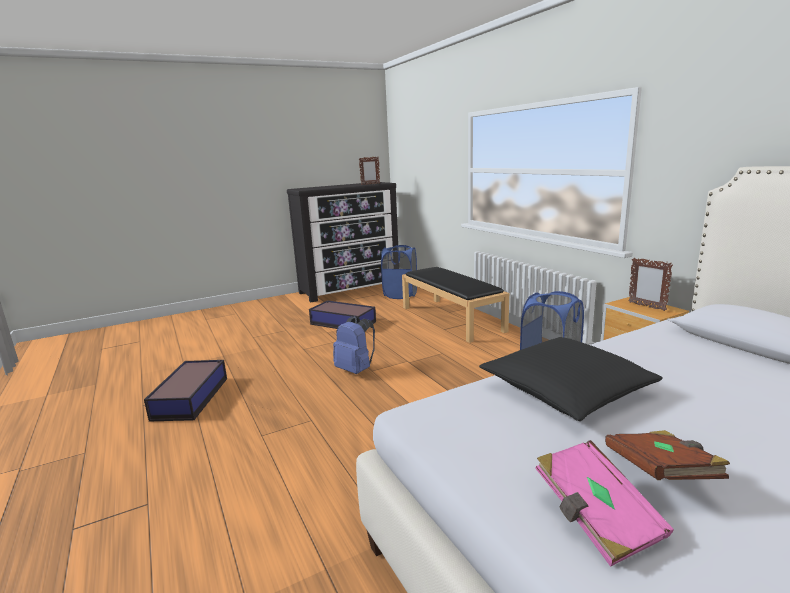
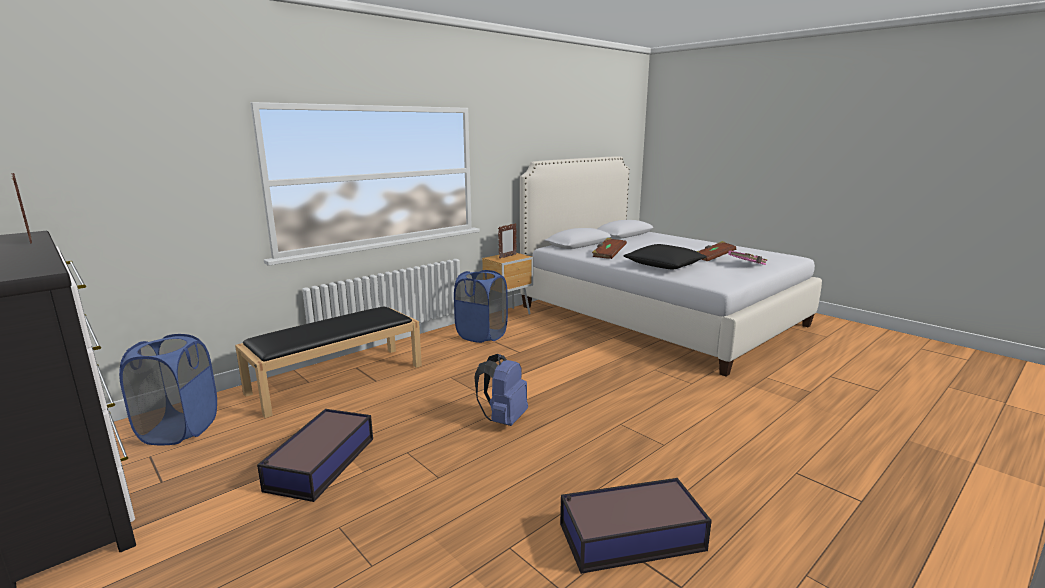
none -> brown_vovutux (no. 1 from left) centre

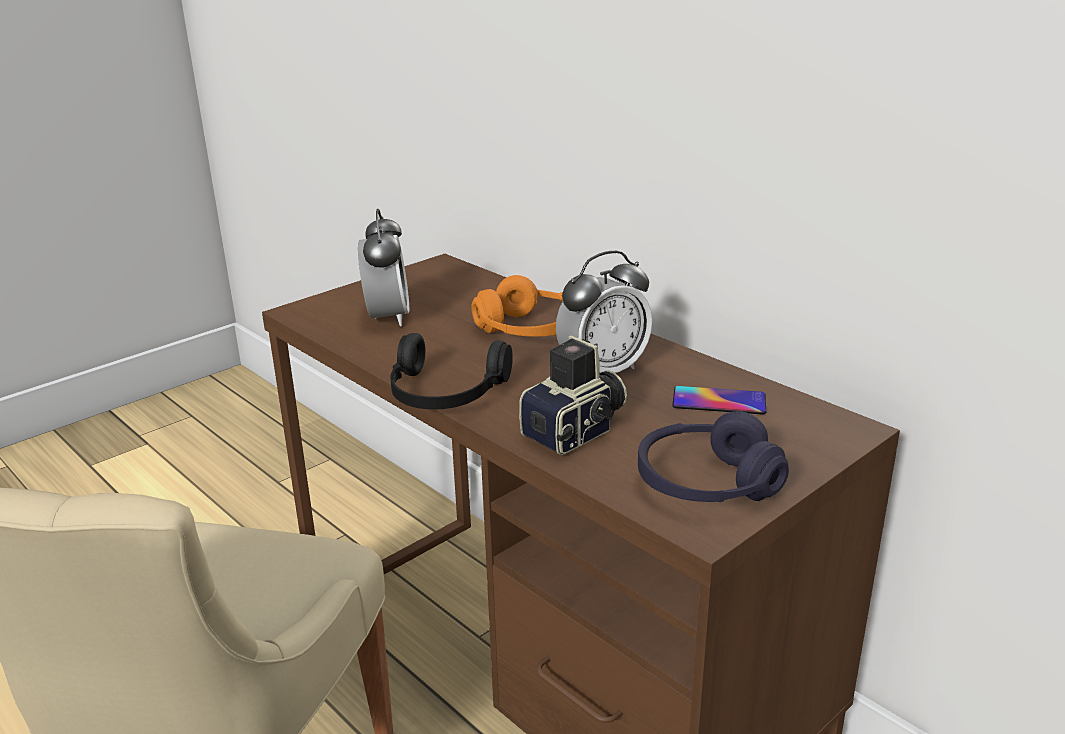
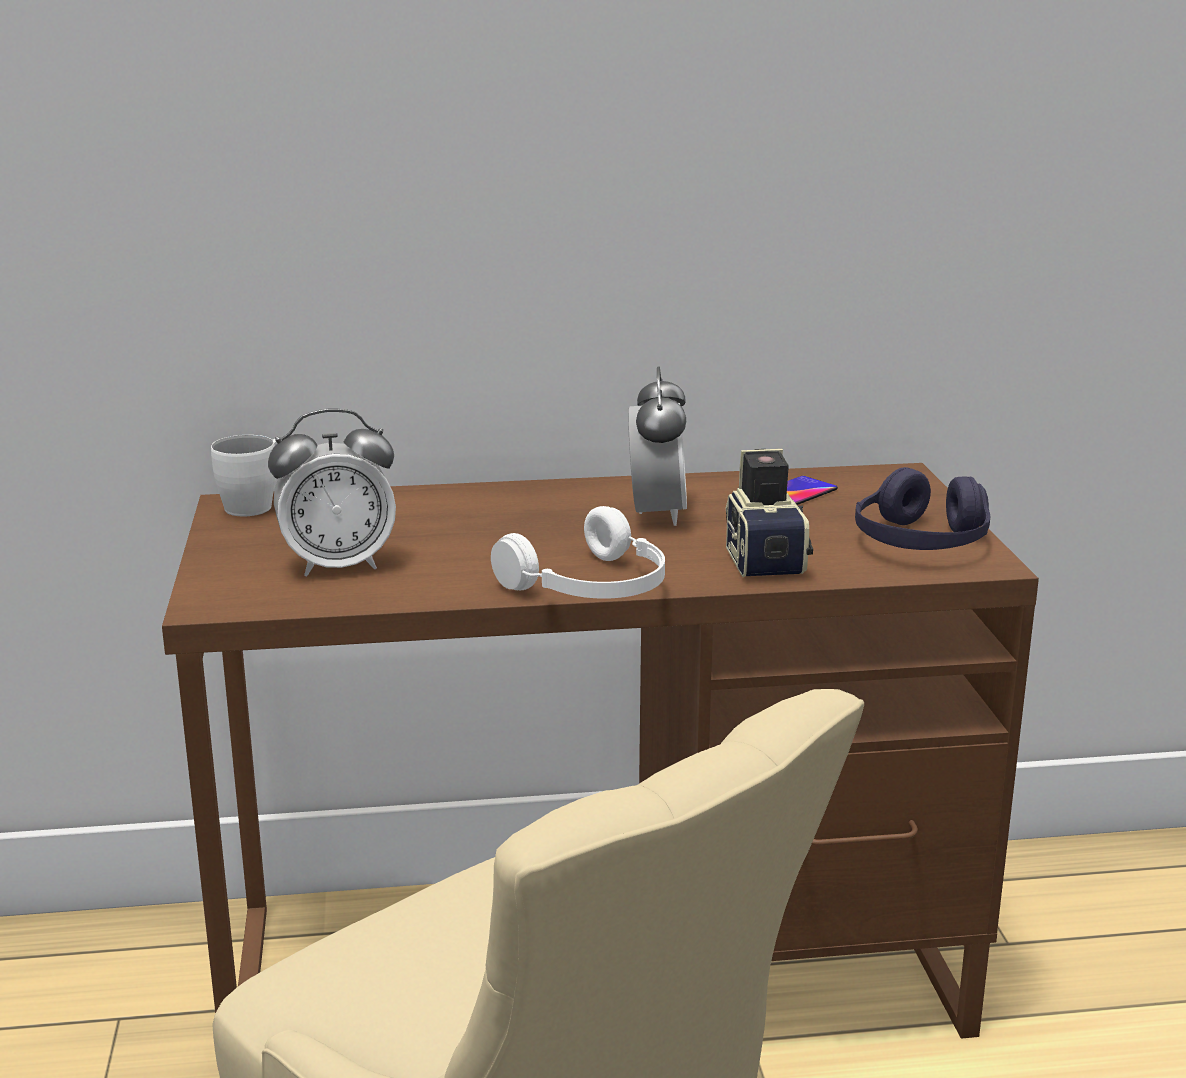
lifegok (no. 1 from left) centre -> lifegok (no. 1 from left) middle left, 135 degrees clockwise
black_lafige centre -> white_lafige centre
orange_lafige centre -> none
none -> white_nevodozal middle left

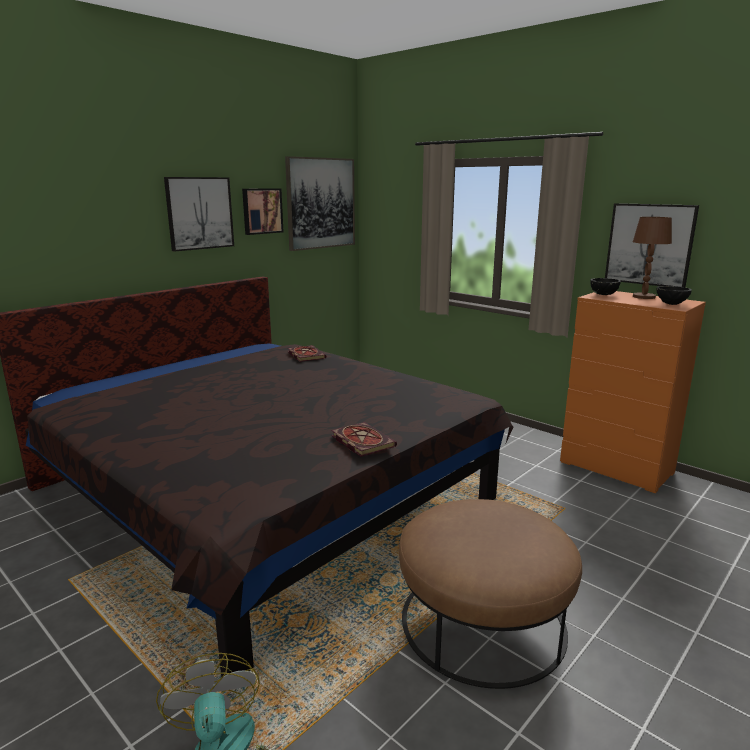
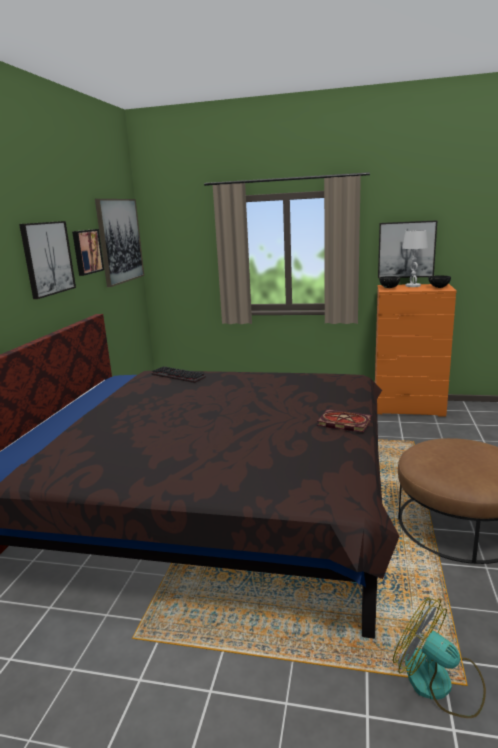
vovutux (no. 1 from left) centre -> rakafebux centre
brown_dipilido middle right -> white_dipilido middle right

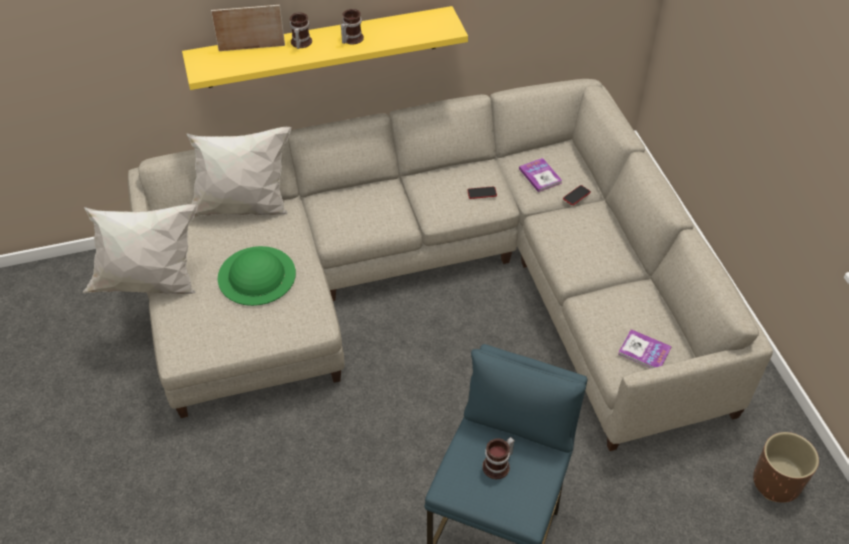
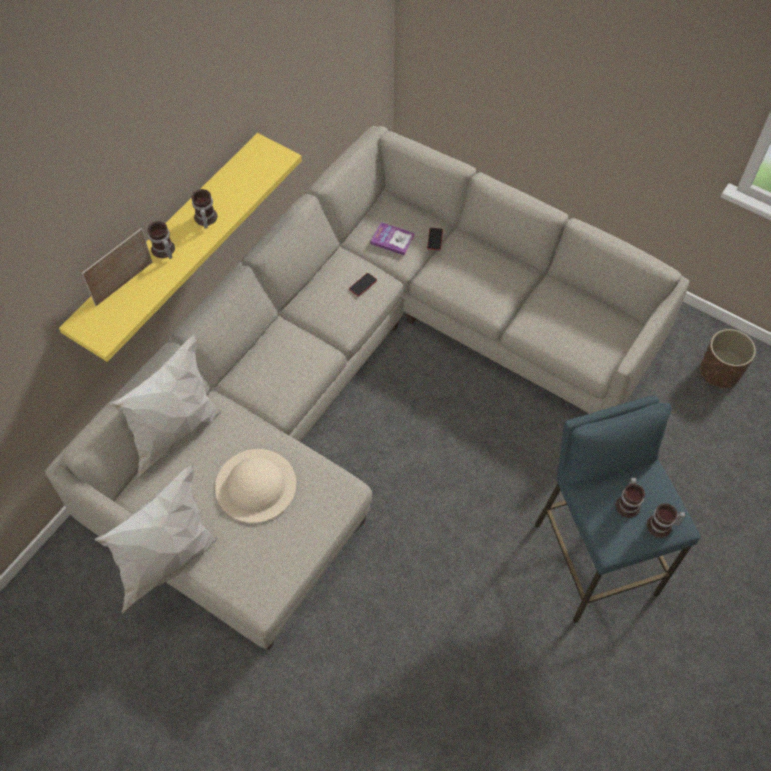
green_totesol middle left -> beige_totesol middle left
vovutux (no. 2 from left) middle right -> none
none -> nevodozal (no. 4 from left) bottom right

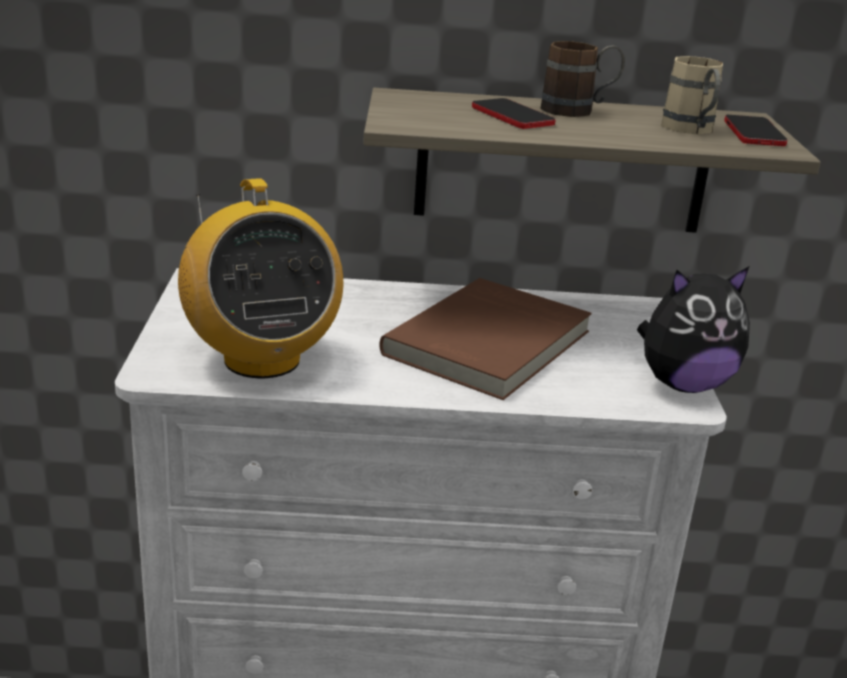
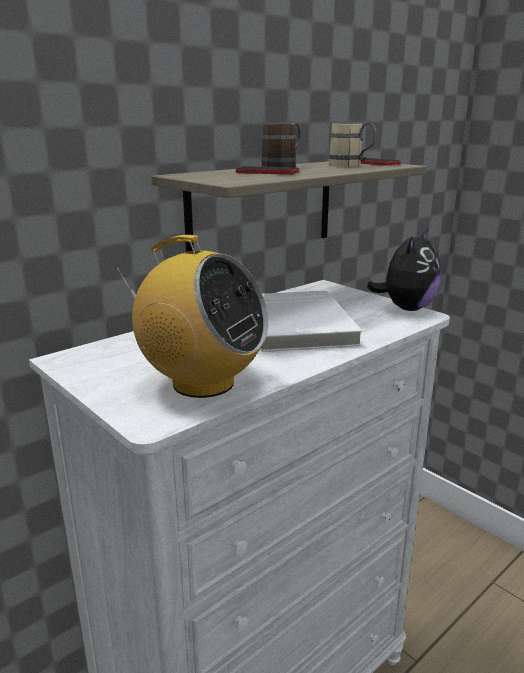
brown_vovutux centre -> white_vovutux centre

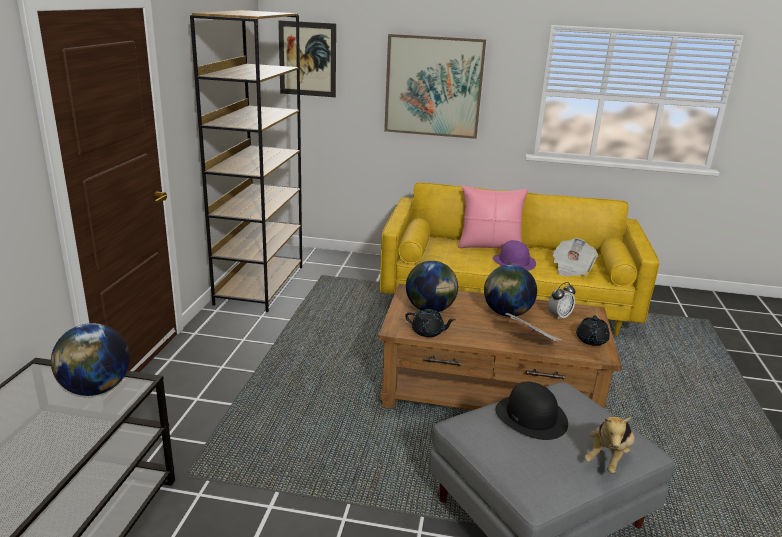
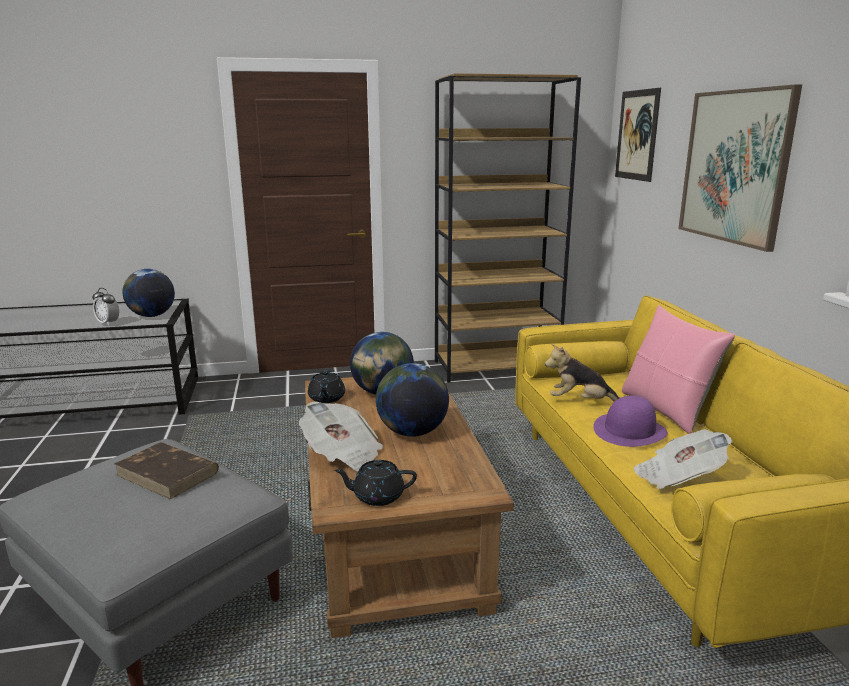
black_totesol bottom right -> brown_vovutux bottom left
lifegok middle right -> lifegok middle left, relocated
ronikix bottom right -> ronikix middle right, relocated

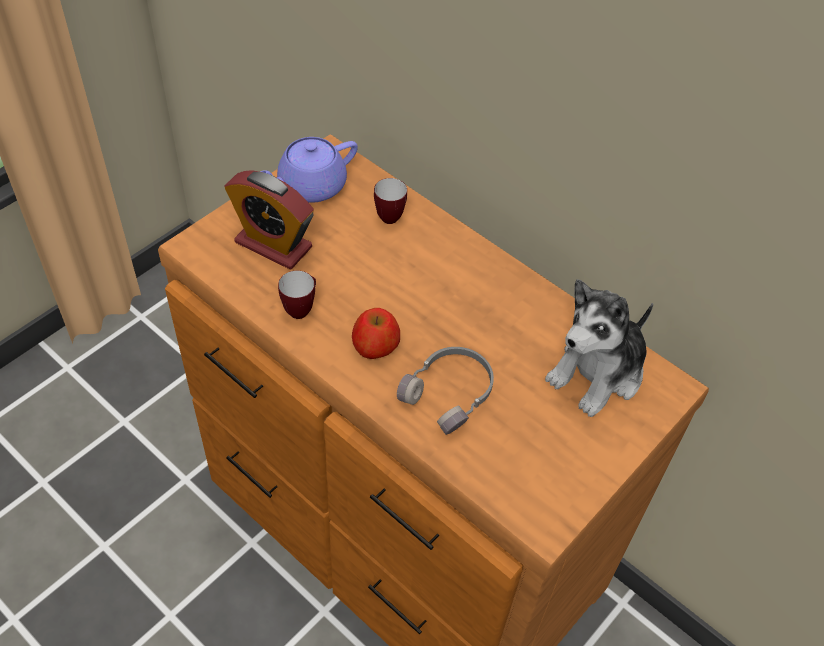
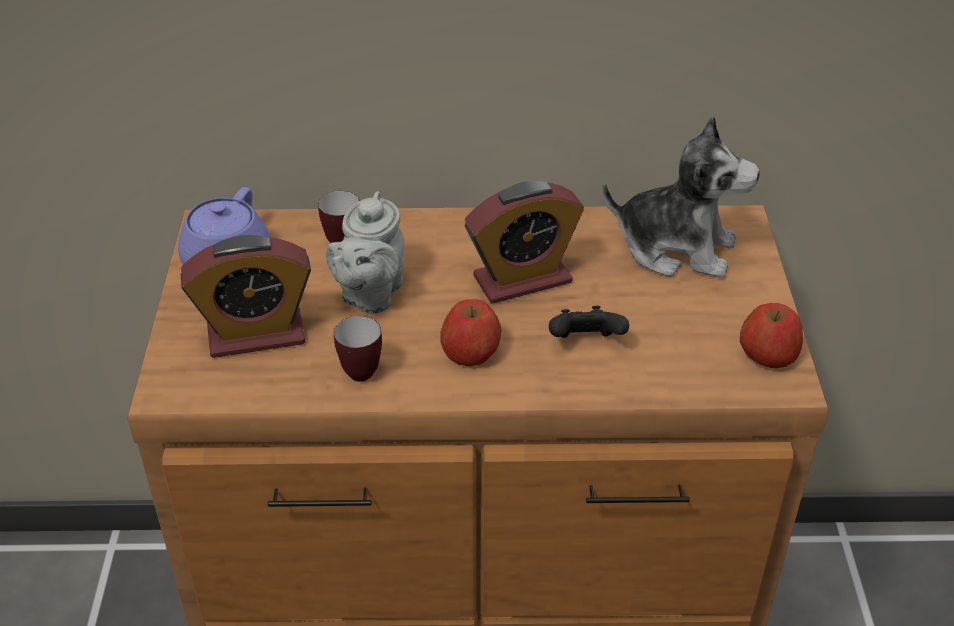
grey_lafige centre -> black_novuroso centre
ronikix middle right -> ronikix top right, 75 degrees counterclockwise
none -> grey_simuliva centre
none -> lifegok (no. 2 from left) centre
none -> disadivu (no. 2 from left) middle right

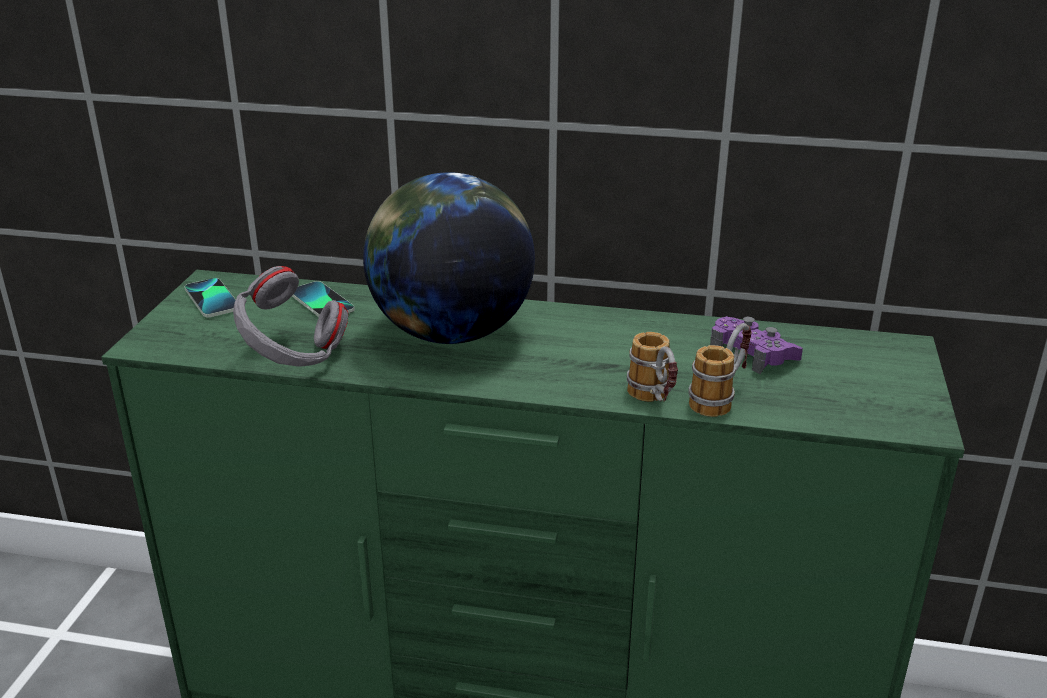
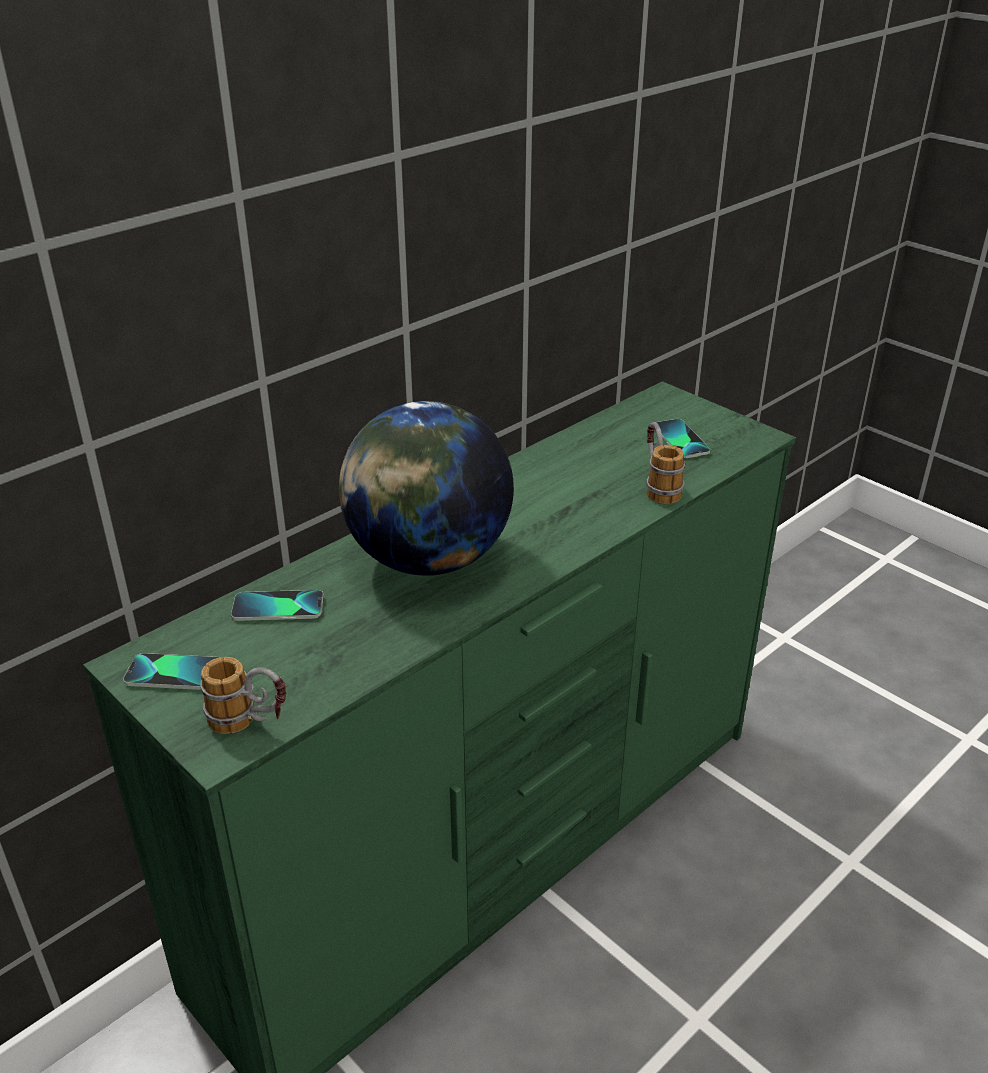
grey_lafige middle left -> none
nevodozal (no. 1 from left) centre -> nevodozal (no. 1 from left) middle left, relocated
purple_novuroso middle right -> none
none -> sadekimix (no. 3 from left) middle right

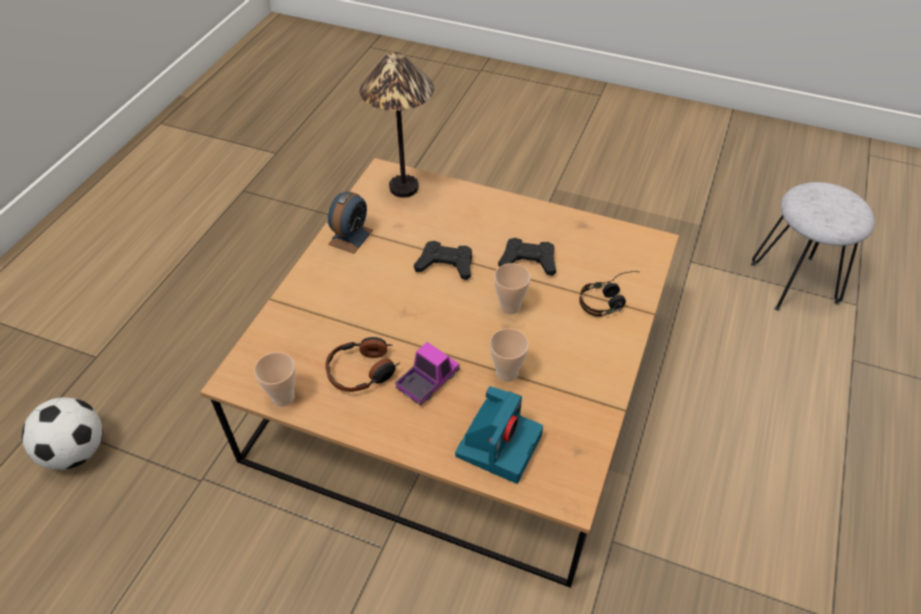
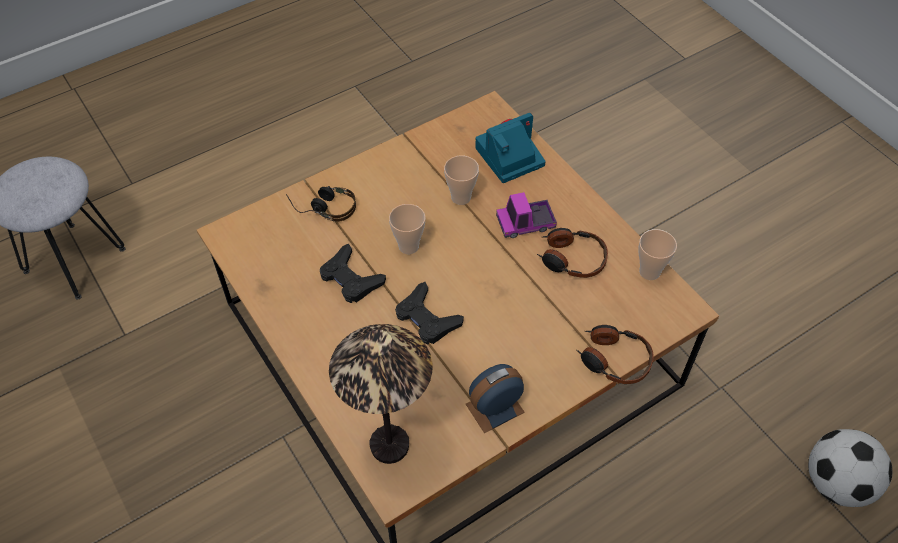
none -> lafige (no. 3 from left) middle right

